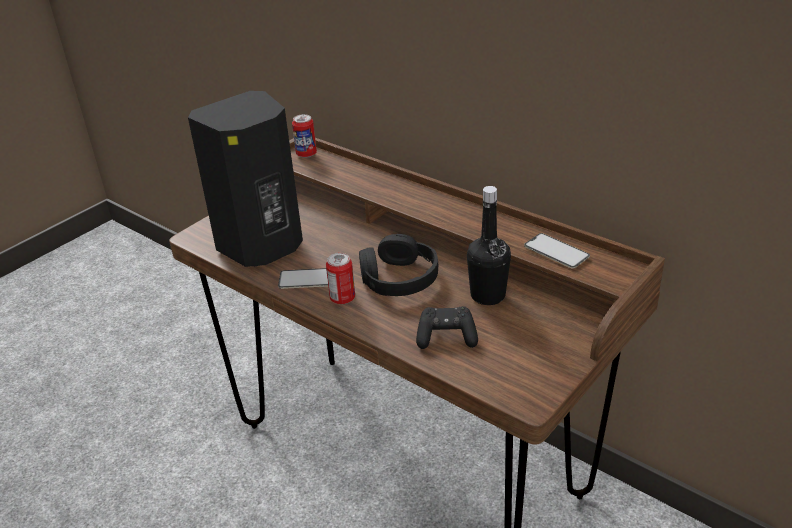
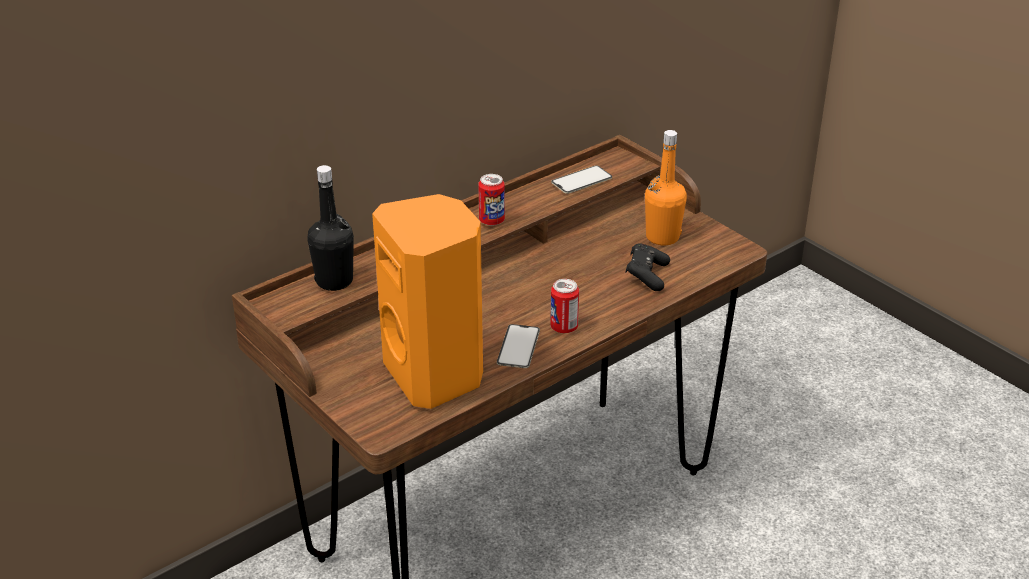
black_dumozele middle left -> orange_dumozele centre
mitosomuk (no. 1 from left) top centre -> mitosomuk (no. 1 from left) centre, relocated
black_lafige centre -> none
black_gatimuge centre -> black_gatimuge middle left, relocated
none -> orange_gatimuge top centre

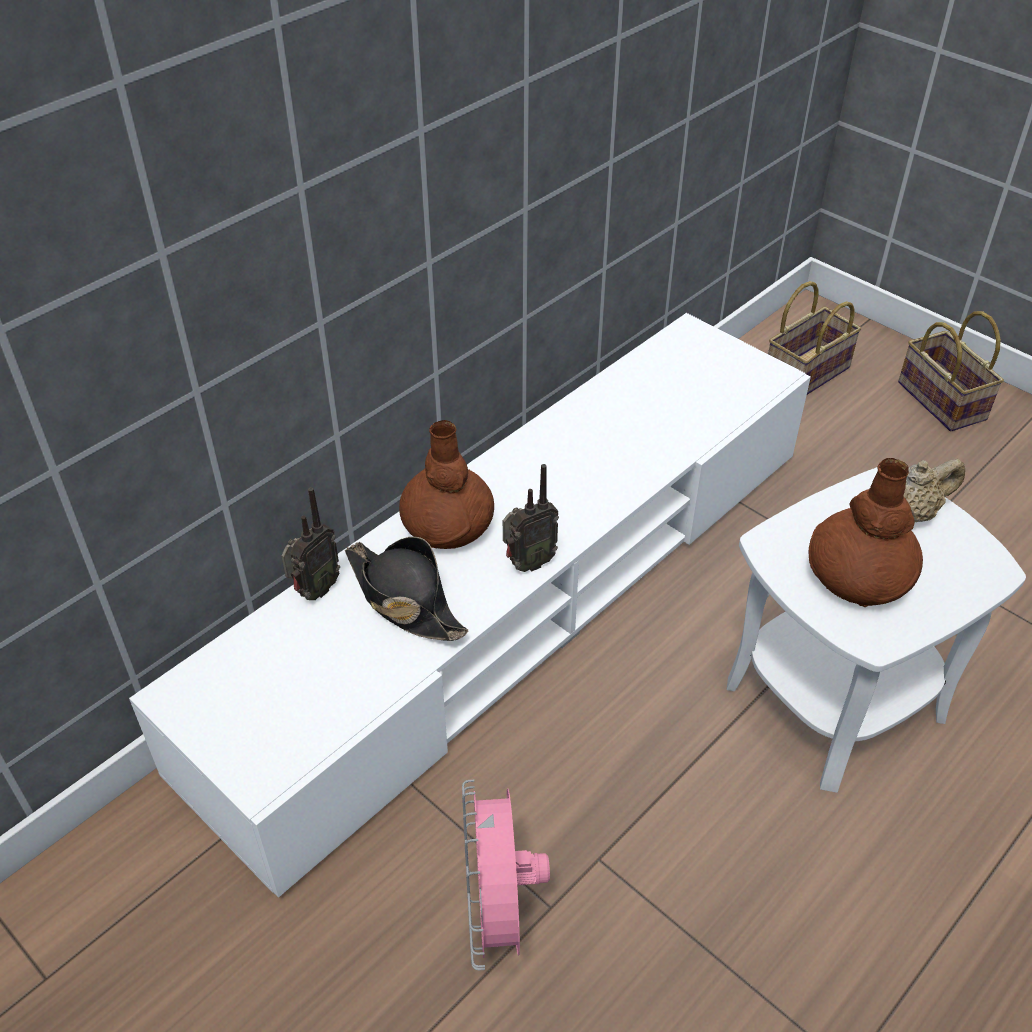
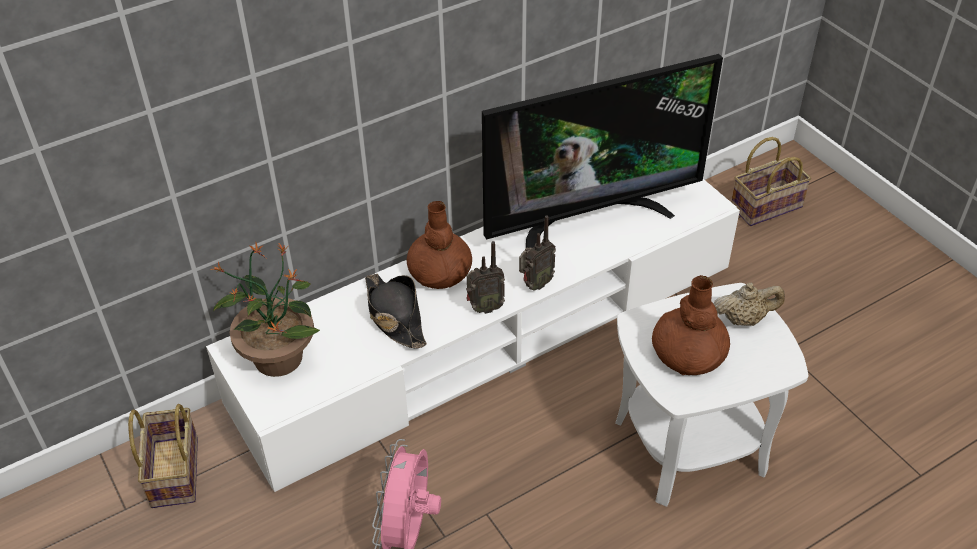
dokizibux (no. 1 from left in the first image) middle left -> dokizibux (no. 2 from left) centre, relocated
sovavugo (no. 2 from left in the first image) middle right -> sovavugo (no. 1 from left) bottom left, relocated
none -> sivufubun middle left
none -> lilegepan top centre

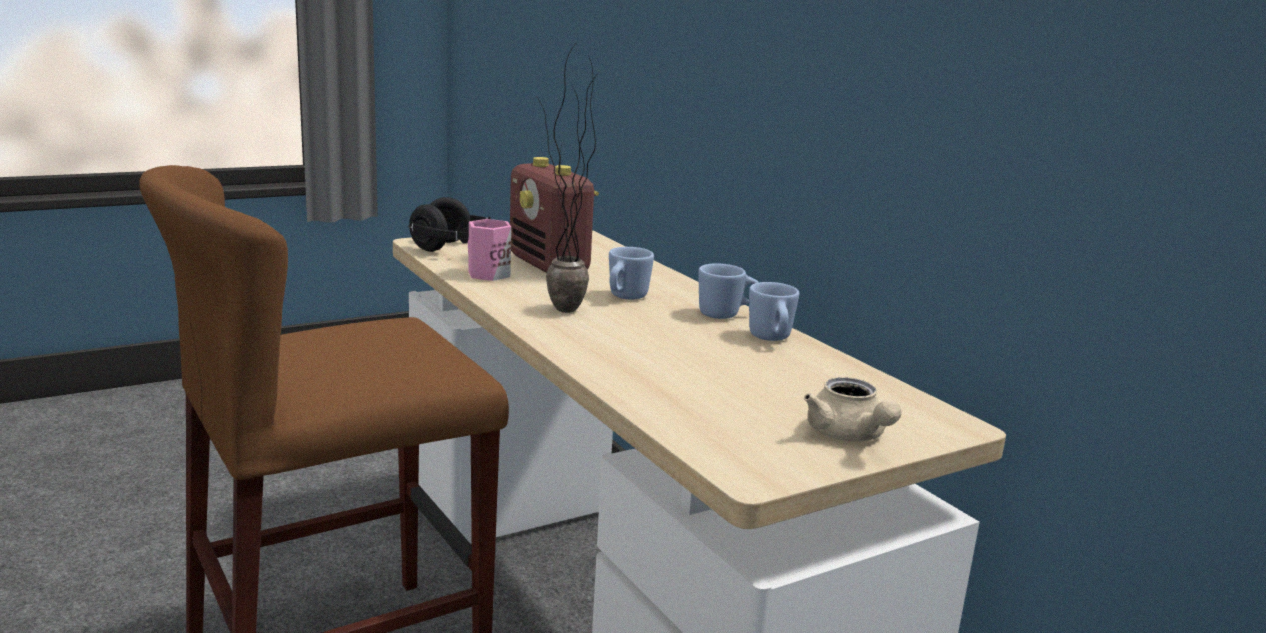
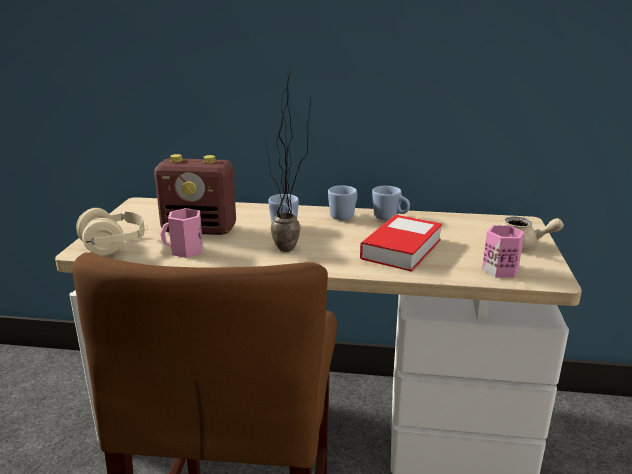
black_lafige centre -> beige_lafige middle left
none -> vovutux centre
none -> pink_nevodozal (no. 2 from left) middle right

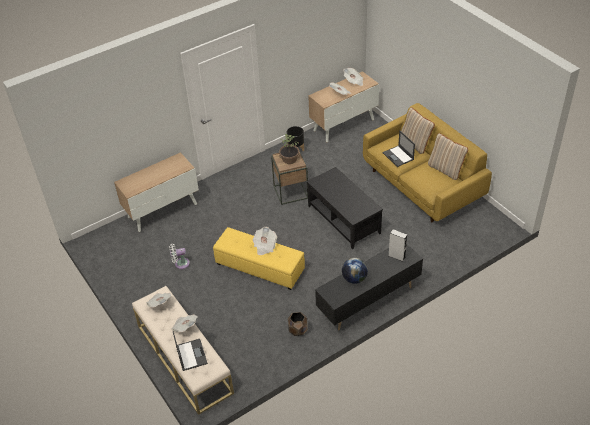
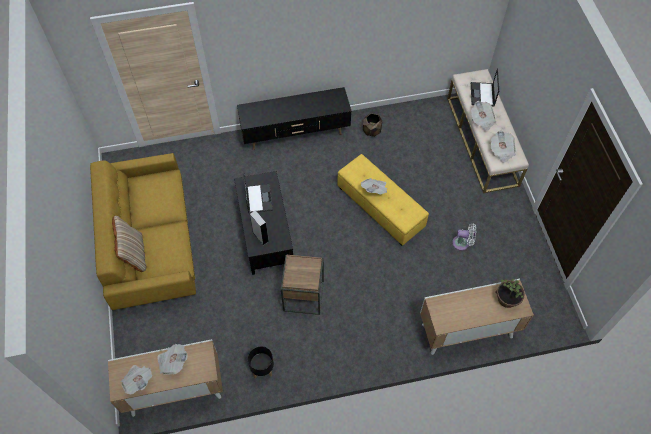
sivufubun centre -> sivufubun bottom right, relocated
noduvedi centre -> none
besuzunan (no. 2 from left in the first image) middle right -> besuzunan (no. 1 from left) centre, relocated
grey_dumozele middle right -> grey_dumozele centre, relocated
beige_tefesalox (no. 2 from left) middle right -> none

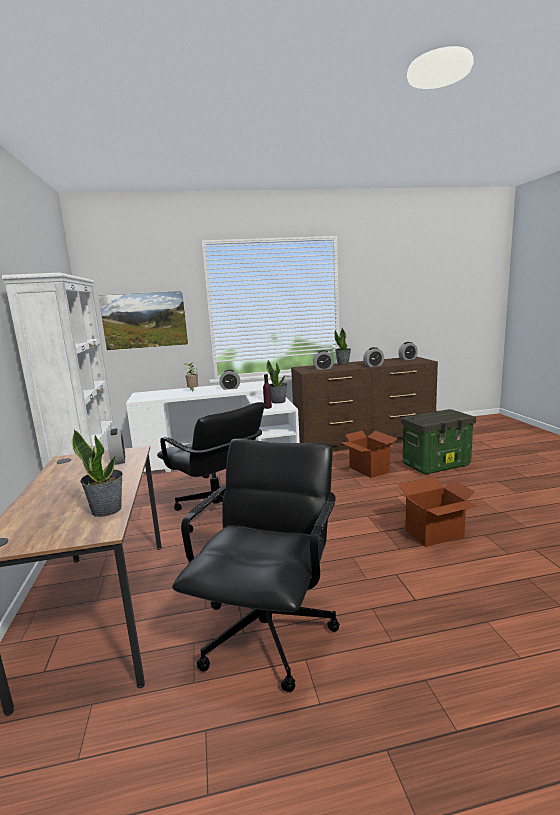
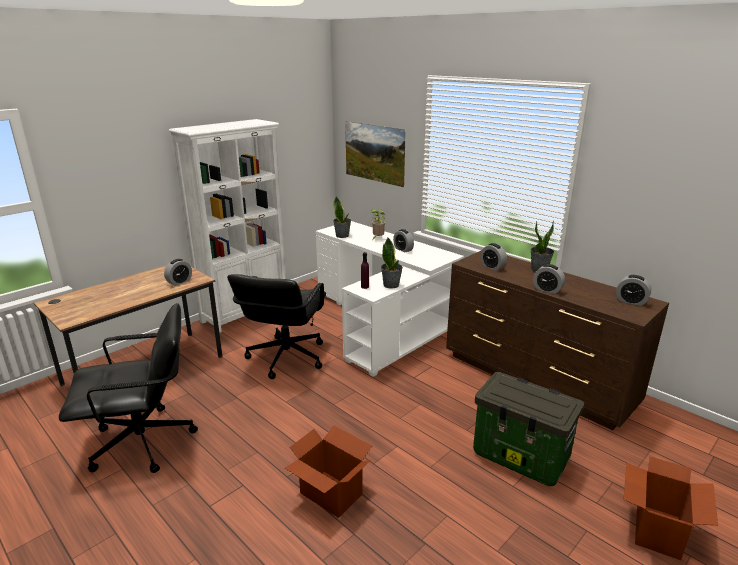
sivufubun (no. 1 from left) middle left -> sivufubun (no. 1 from left) centre, relocated
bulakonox (no. 1 from left in the first image) centre -> bulakonox (no. 2 from left) bottom right, relocated

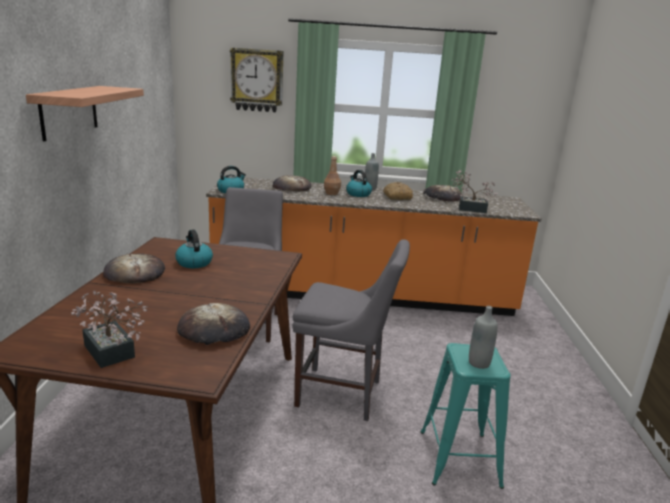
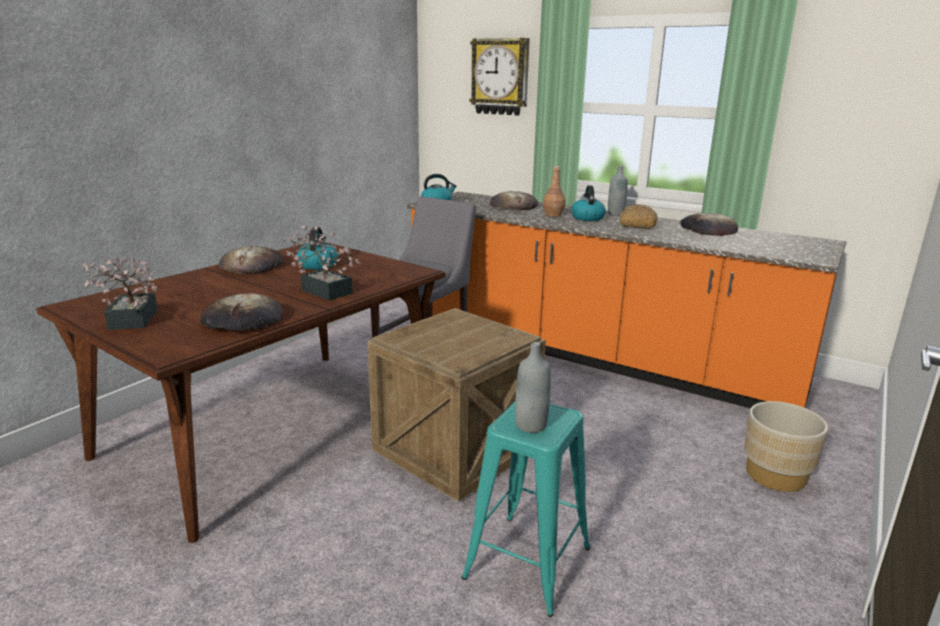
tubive top left -> none
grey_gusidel (no. 2 from left) centre -> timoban centre
sivufubun (no. 2 from left) middle right -> sivufubun (no. 2 from left) centre, relocated
none -> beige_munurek bottom right

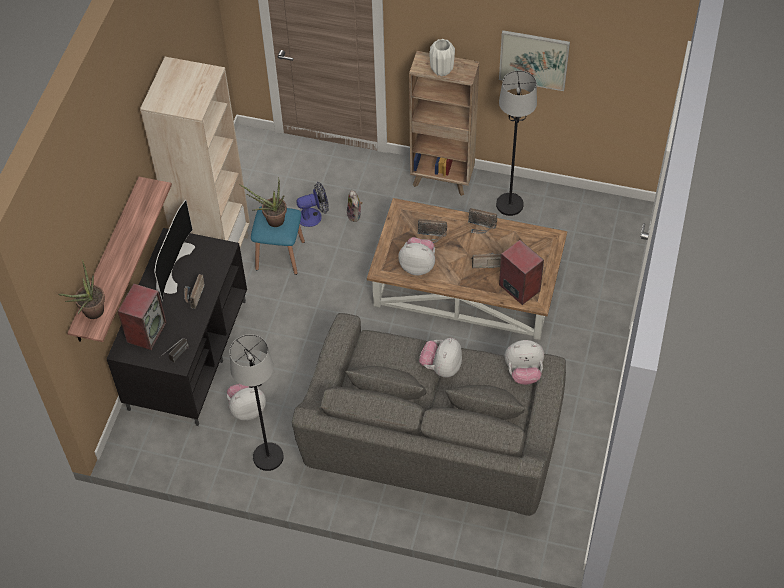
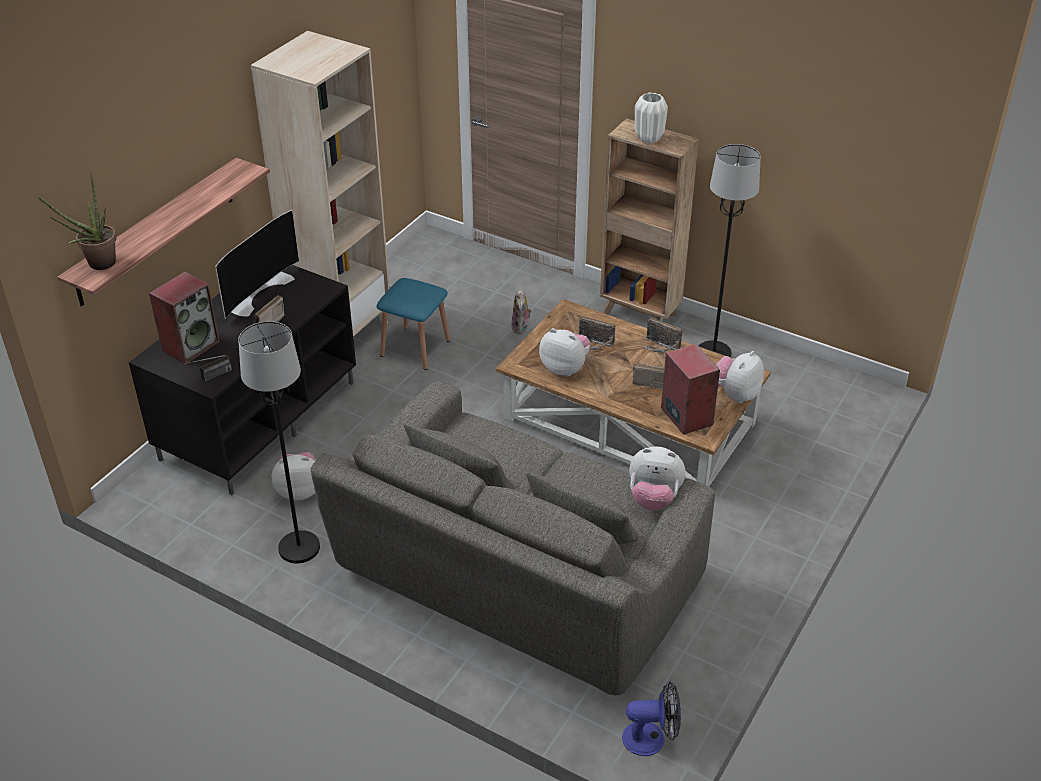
sivufubun (no. 2 from left) centre -> none
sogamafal centre -> sogamafal bottom centre, relocated
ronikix (no. 4 from left in the first image) centre -> ronikix (no. 5 from left) middle right, relocated
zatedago top right -> none

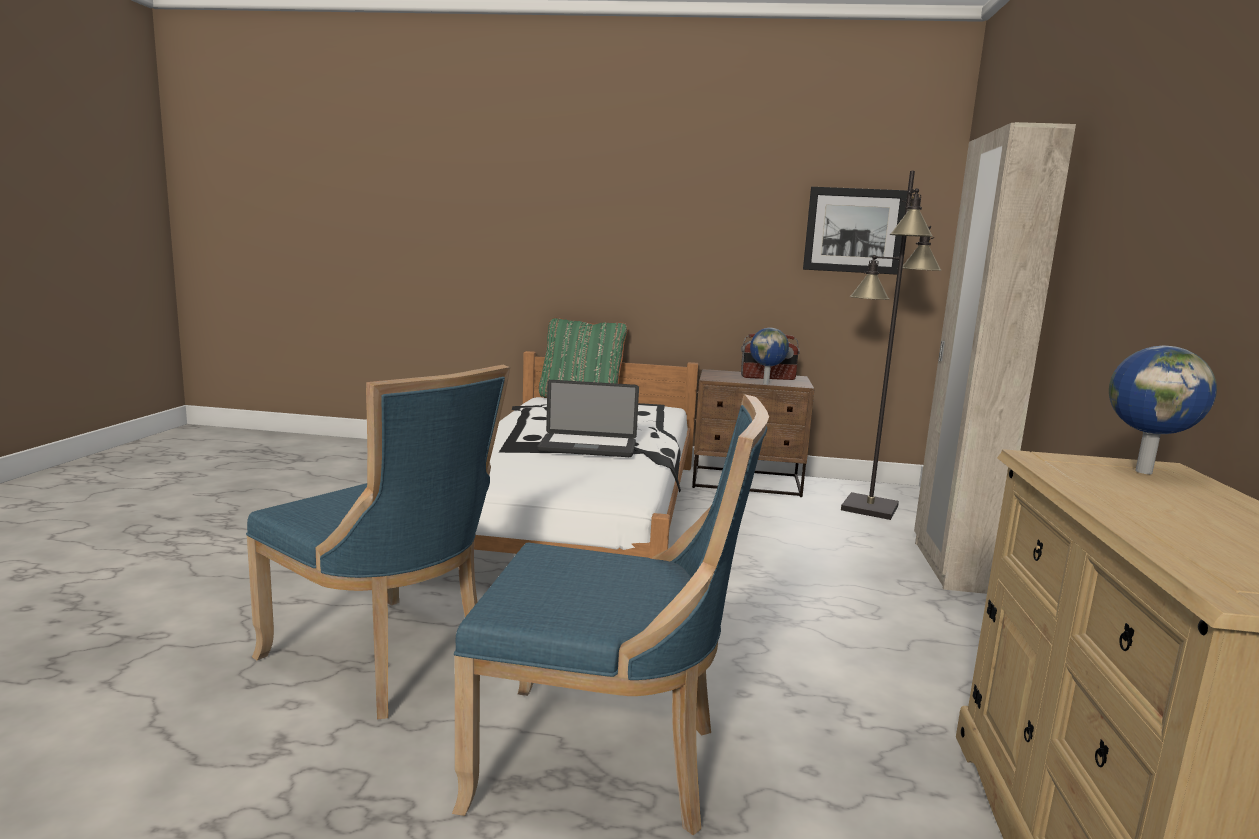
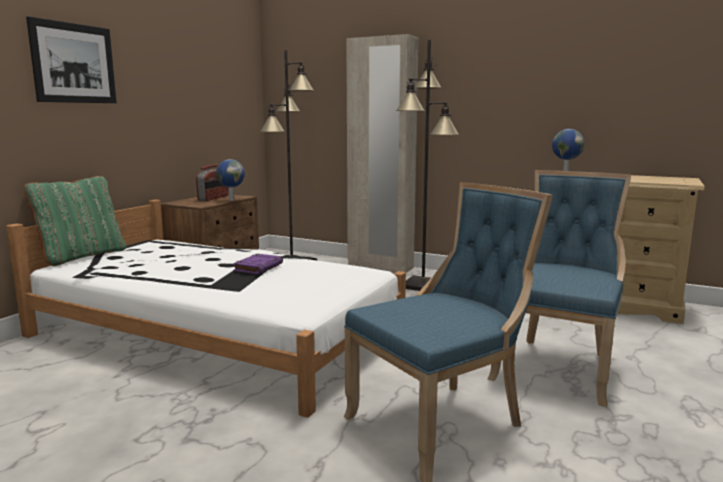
besuzunan centre -> purple_vovutux centre
zatedago top right -> zatedago top left, relocated
none -> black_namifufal (no. 2 from left) centre

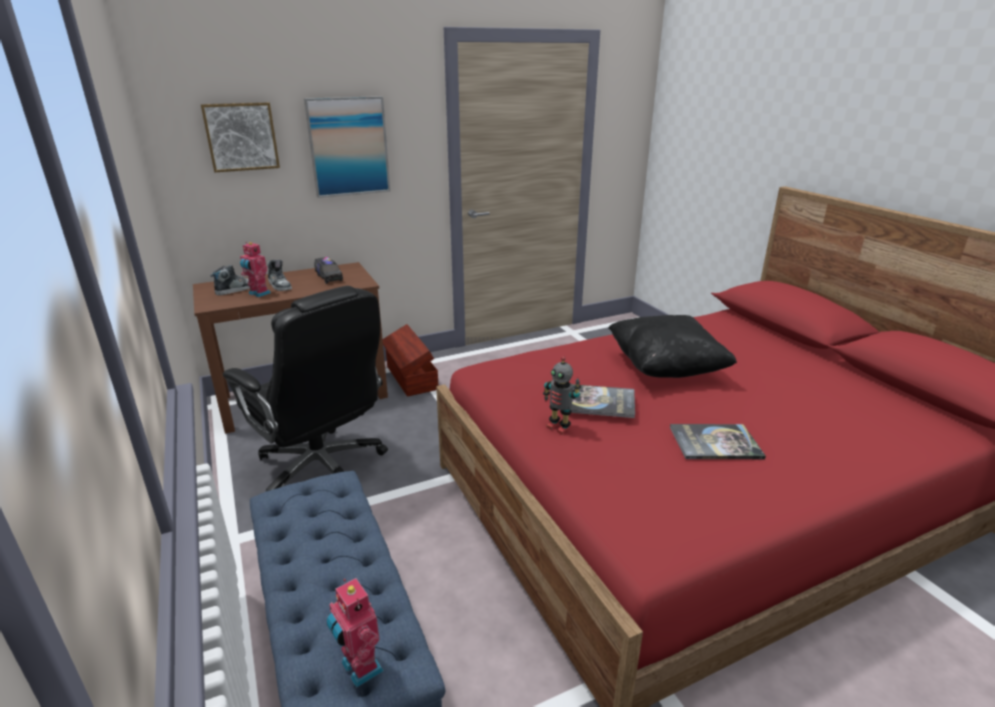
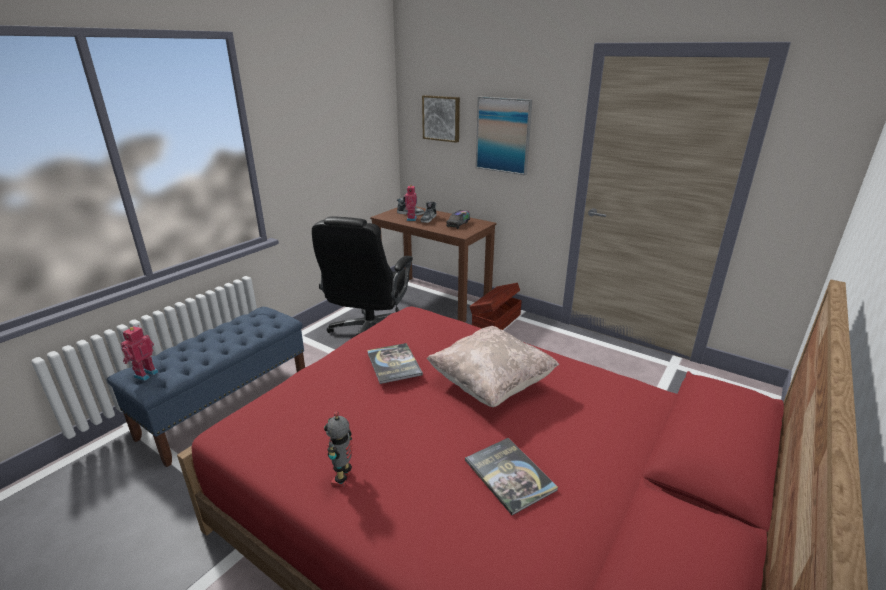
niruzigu (no. 3 from left in the first image) centre -> niruzigu (no. 2 from left) bottom centre, relocated
black_tefesalox middle right -> beige_tefesalox centre
vovutux (no. 2 from left) middle right -> vovutux (no. 2 from left) bottom centre, relocated

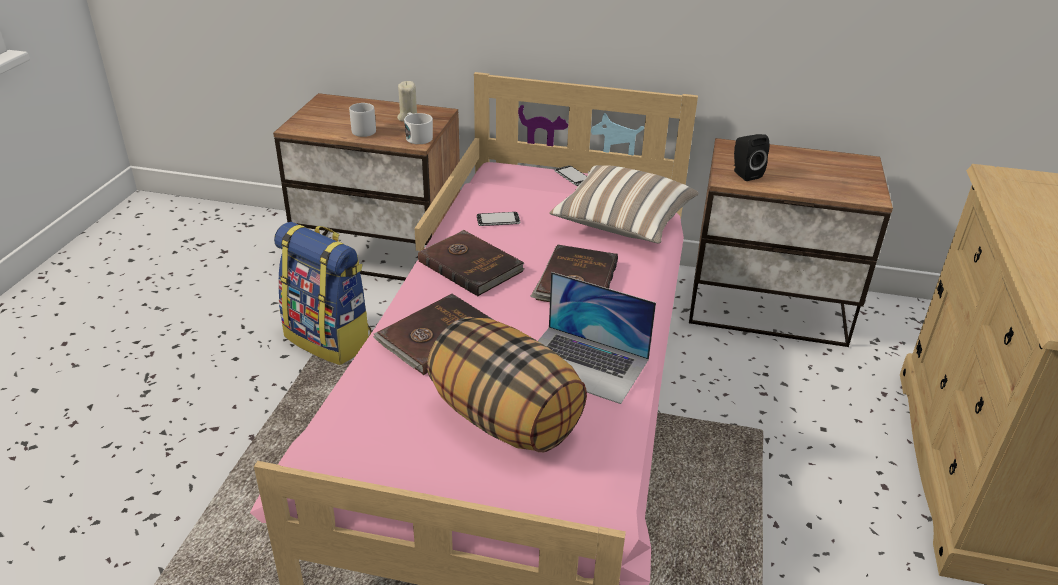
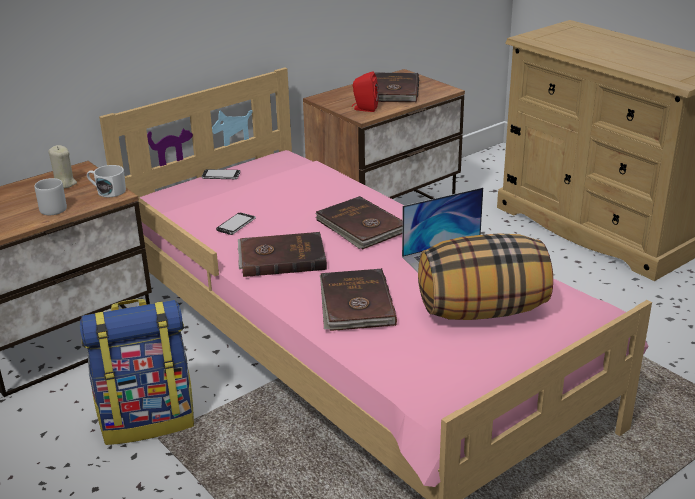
tefesalox (no. 2 from left) centre -> none
black_dumozele top right -> red_dumozele top centre
none -> brown_vovutux (no. 4 from left) top centre

